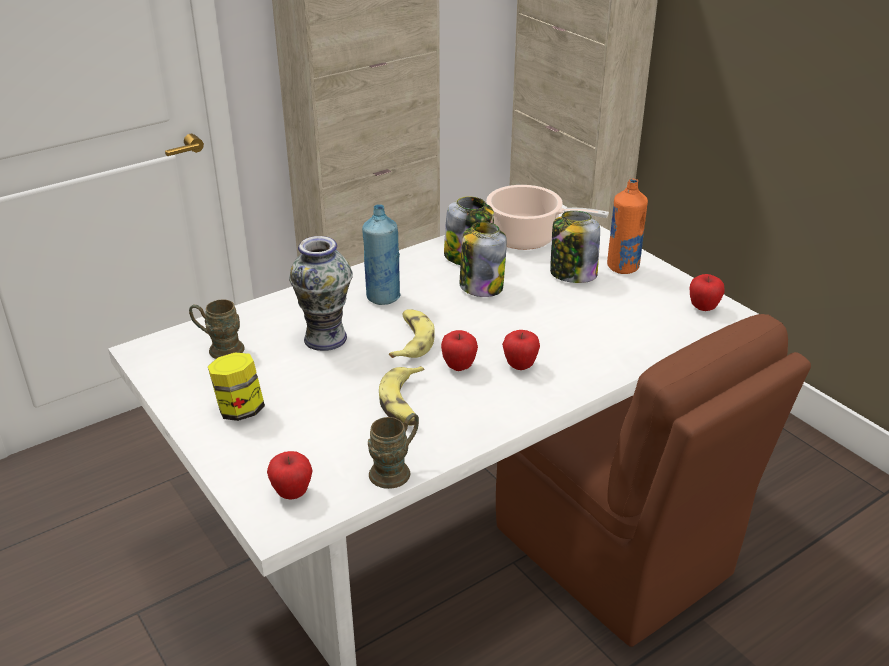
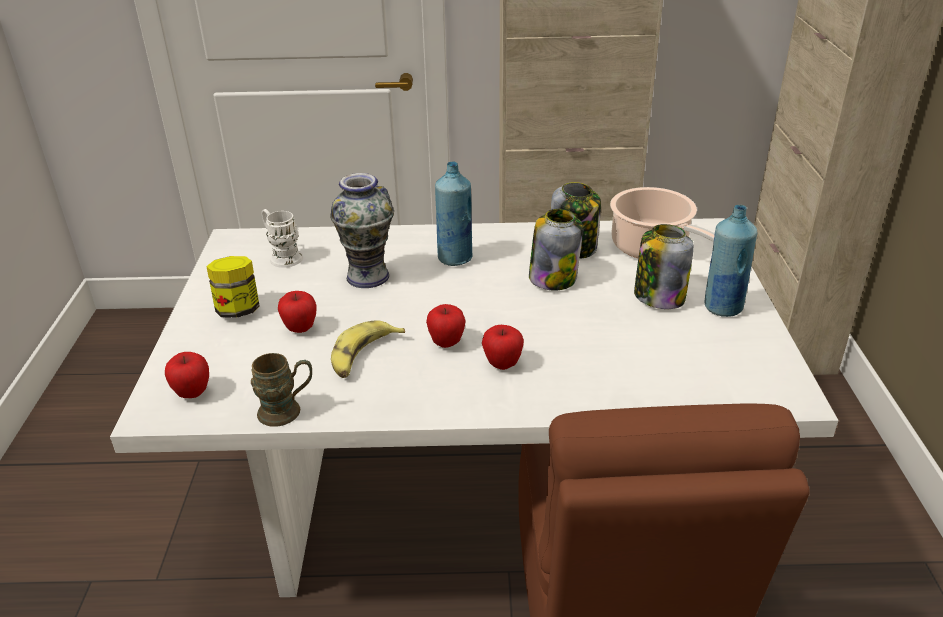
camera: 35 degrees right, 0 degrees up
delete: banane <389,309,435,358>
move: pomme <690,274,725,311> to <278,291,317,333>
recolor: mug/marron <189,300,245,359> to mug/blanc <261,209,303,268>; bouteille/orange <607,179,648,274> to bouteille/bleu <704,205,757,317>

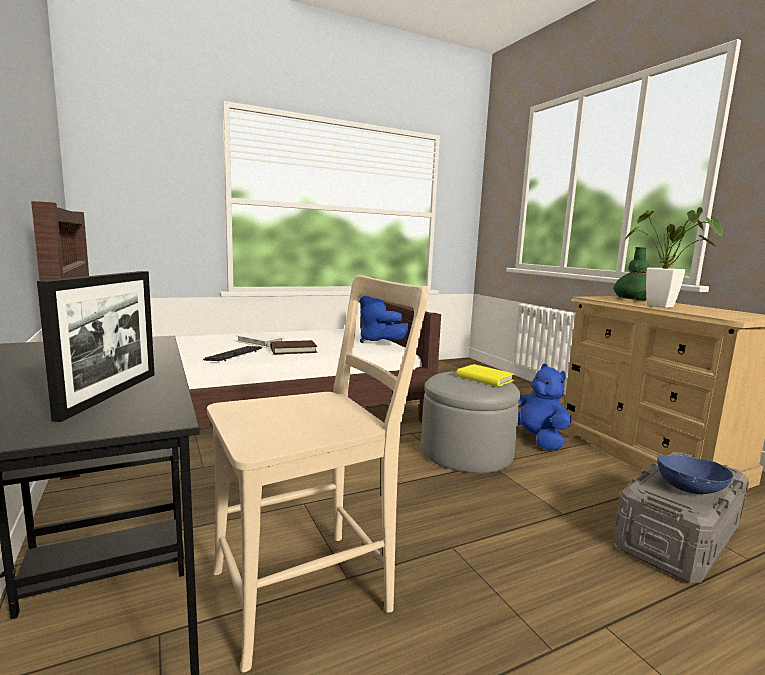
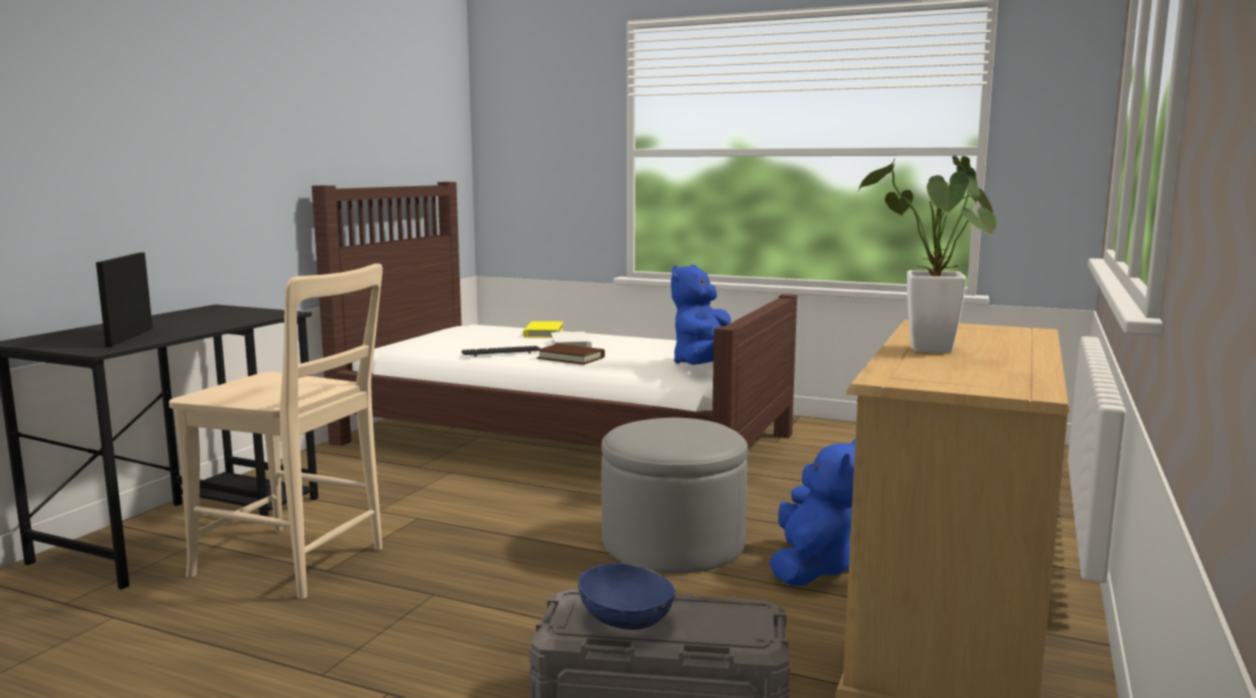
camera: 50 degrees right, 0 degrees up
delete: vase/vert <614,247,650,301>
move: livre/jaune <456,364,514,387> to <523,321,563,338>
rotate: cadre photo <37,271,155,422> = <96,253,153,347> 120 degrees clockwise

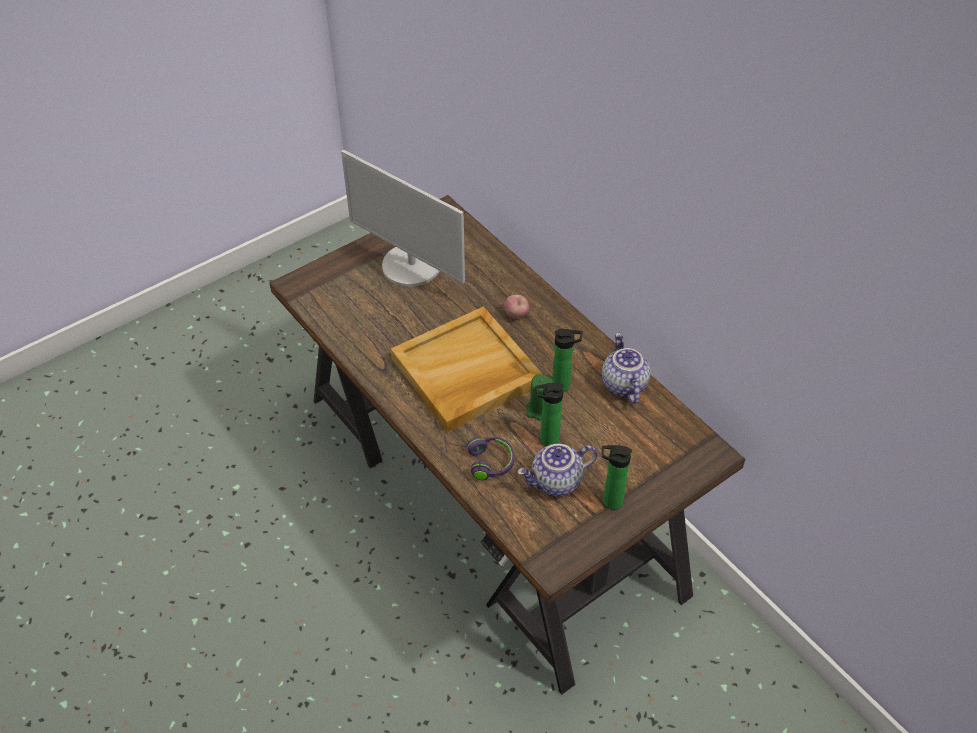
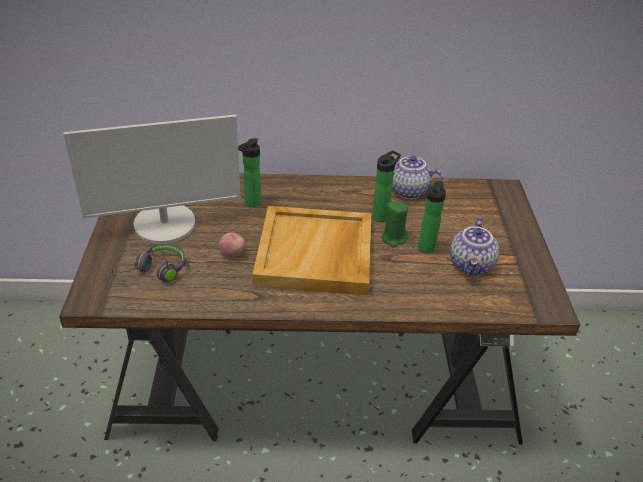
camera: 55 degrees left, 10 degrees down
move: casque audio/violet <444,436,514,480> to <112,244,186,282>; pomme <504,295,529,318> to <219,232,245,258>; bouteille <602,445,632,509> to <238,138,261,207>

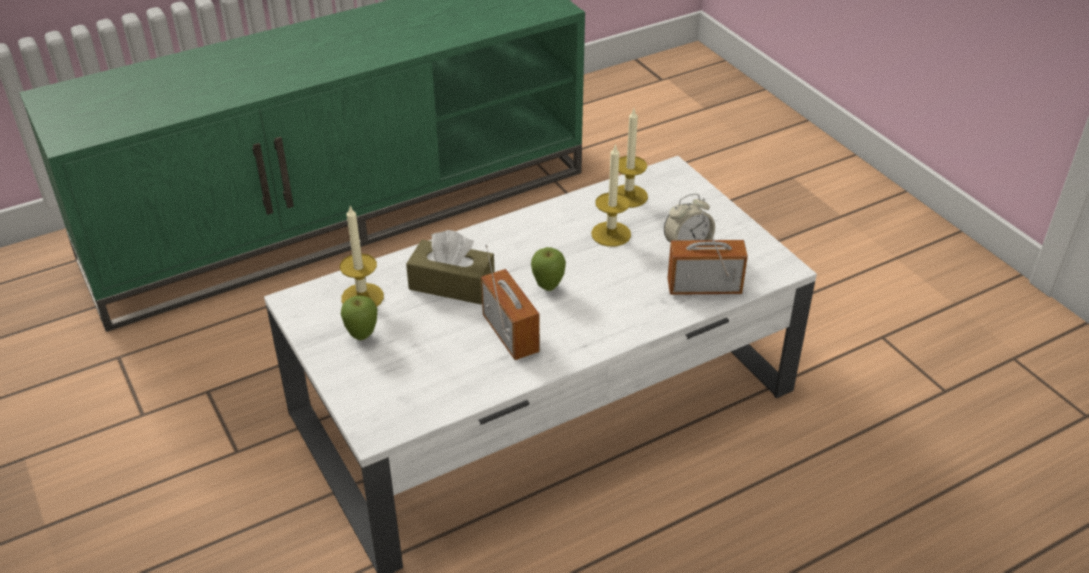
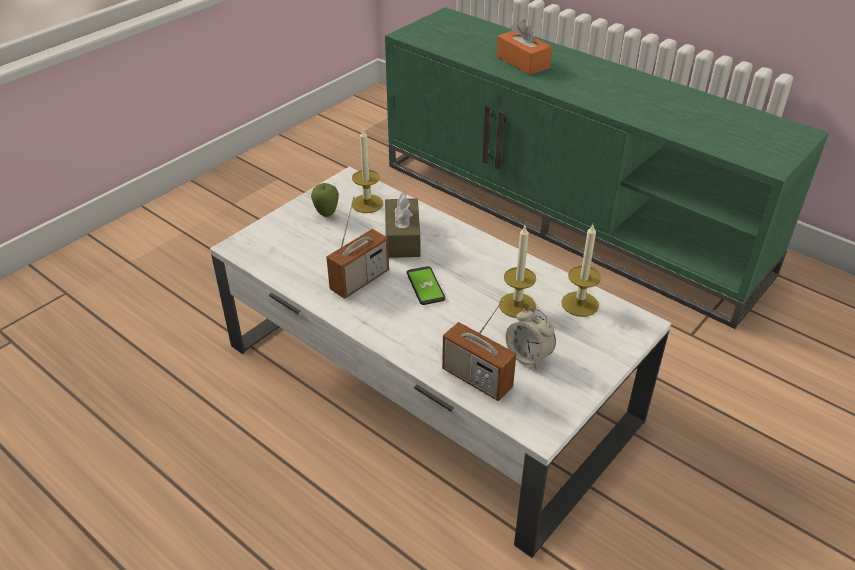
camera: 70 degrees right, 0 degrees up
insert: boîte à mouchoirs/orange <497,20,552,75>
replace: pomme <531,247,566,291> to téléphone <407,266,446,305>
rotate: radio <668,212,748,295> = <442,299,516,401> 150 degrees clockwise

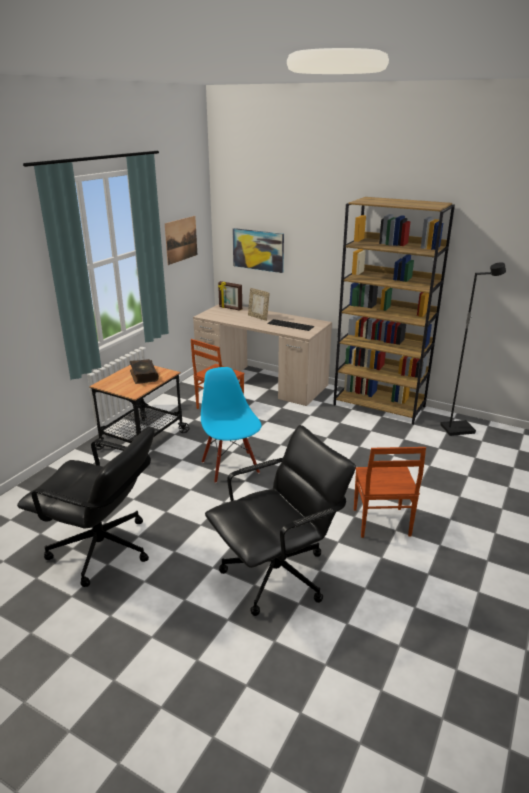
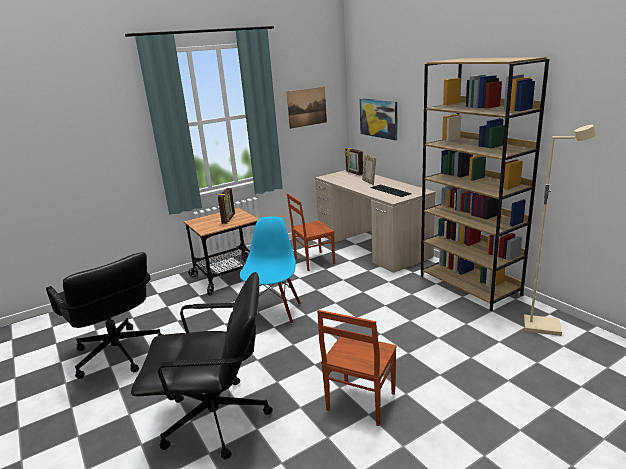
camera: 30 degrees right, 5 degrees down
replace: livre <130,359,159,384> to cadre photo <218,188,235,224>
recolor: lampadaire/noir <440,262,506,436> to lampadaire/beige <524,125,596,336>

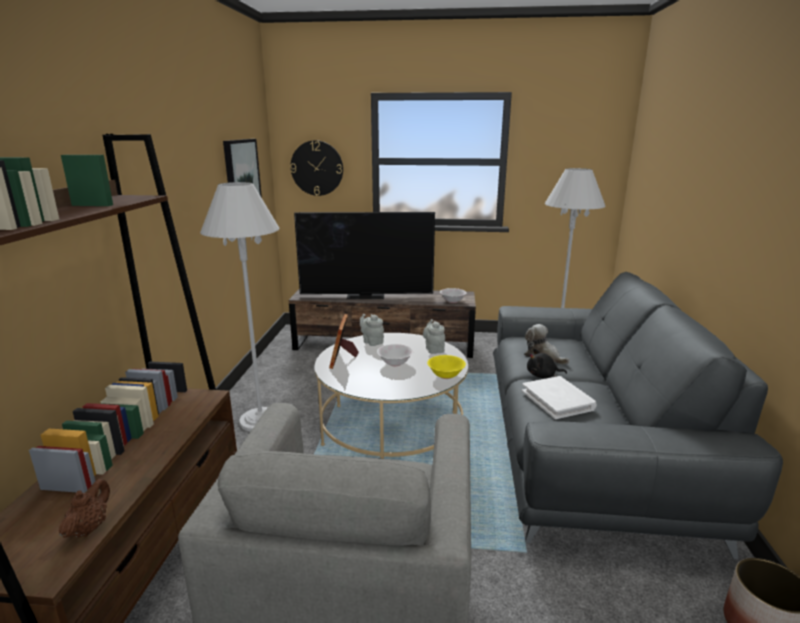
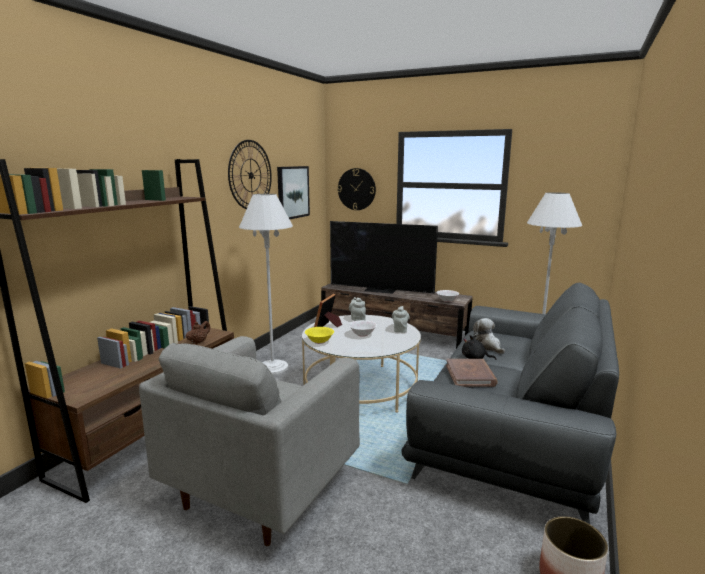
camera: 20 degrees right, 5 degrees down
insert: horloge murale <228,140,272,209>
move: théière/marron <59,479,110,538> to <186,321,210,344>; bol/jaune <427,355,466,379> to <305,327,334,344>
recolor: livre/blanc <522,376,597,419> to livre/marron <446,359,498,387>

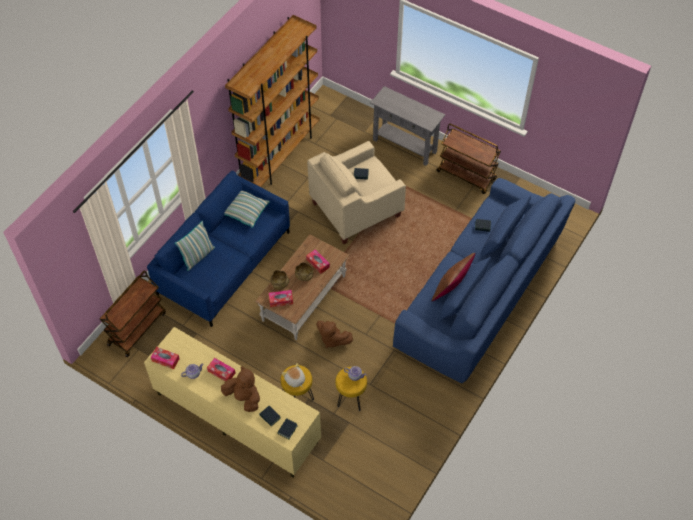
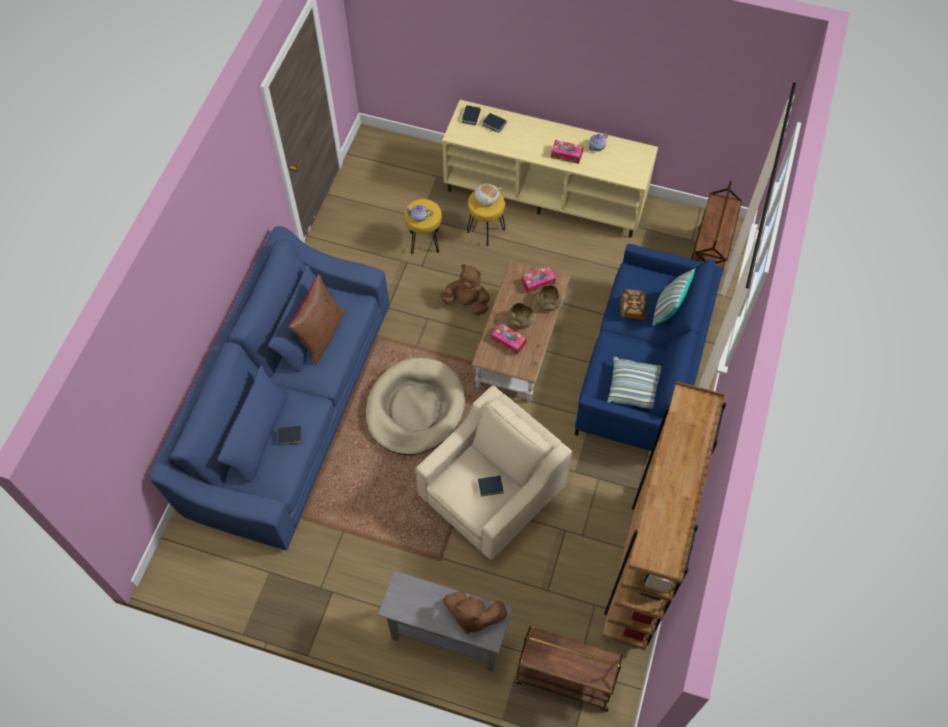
camera: 165 degrees right, 5 degrees up
delete: boîte à mouchoirs <151,347,180,369>
insert: panier pour chien/beige <366,358,465,455>; livre <620,289,647,321>
move: peluche/marron <221,366,260,412> to <443,591,508,634>; chariot/marron <436,124,501,194> to <515,626,622,712>

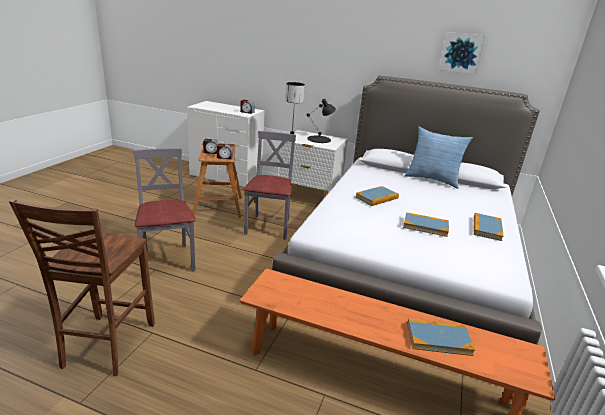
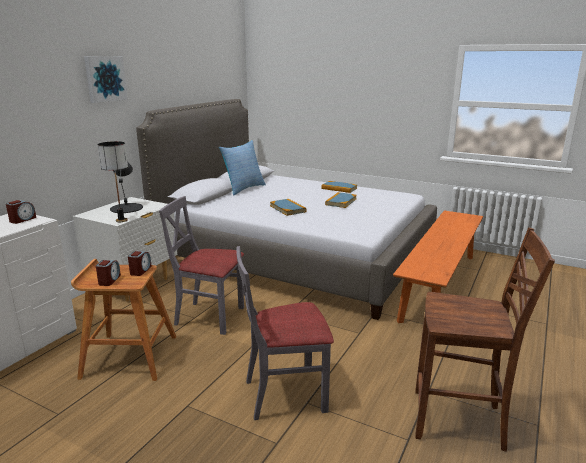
camera: 80 degrees left, 5 degrees down
delete: livre <407,319,475,356>
move: tableau <439,32,486,74> to <84,56,128,103>

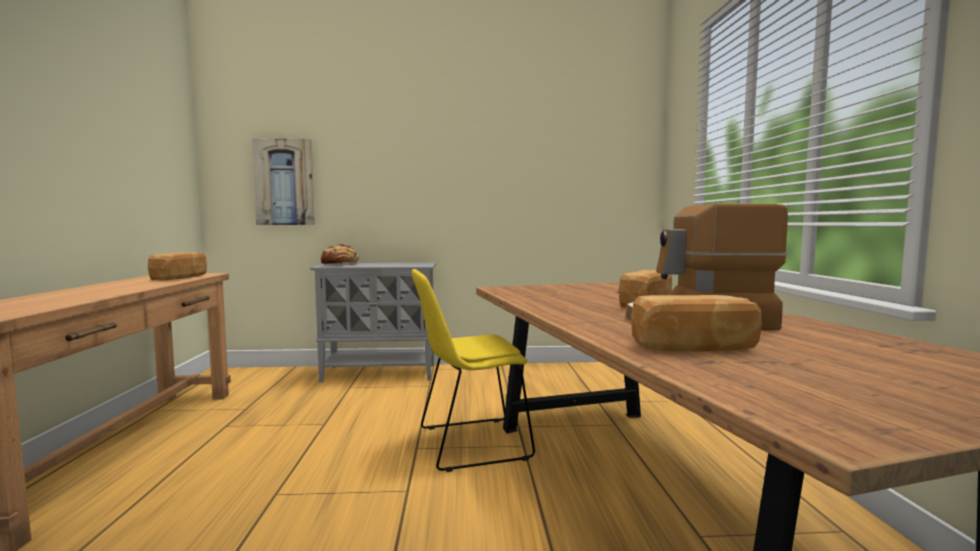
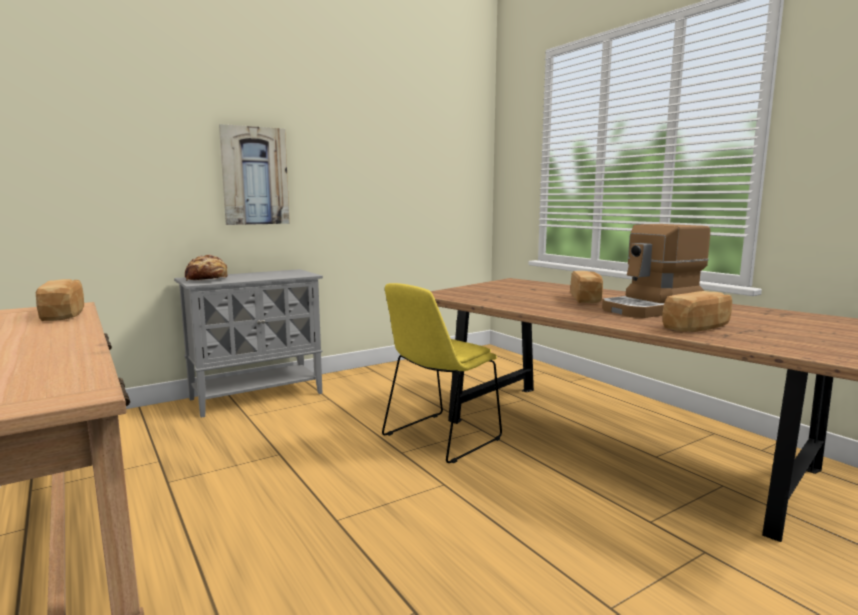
camera: 30 degrees left, 5 degrees up
move: tableau <252,139,315,225> to <219,124,290,225>

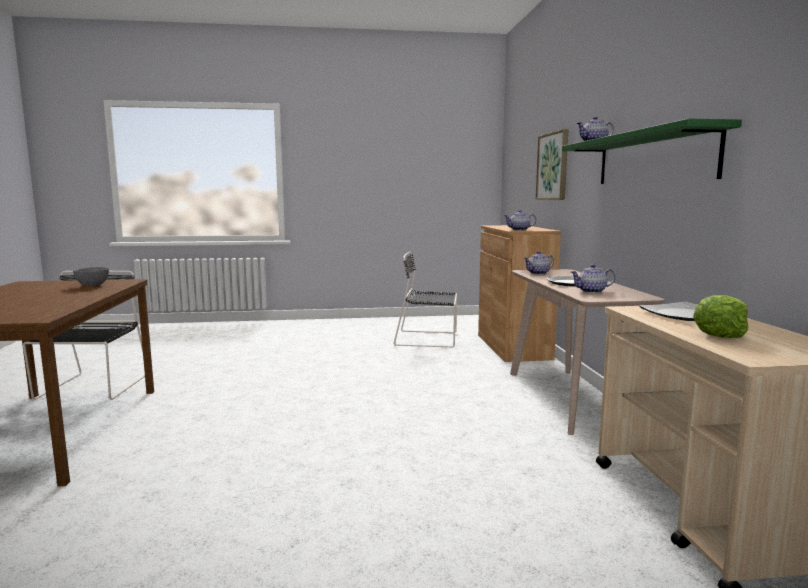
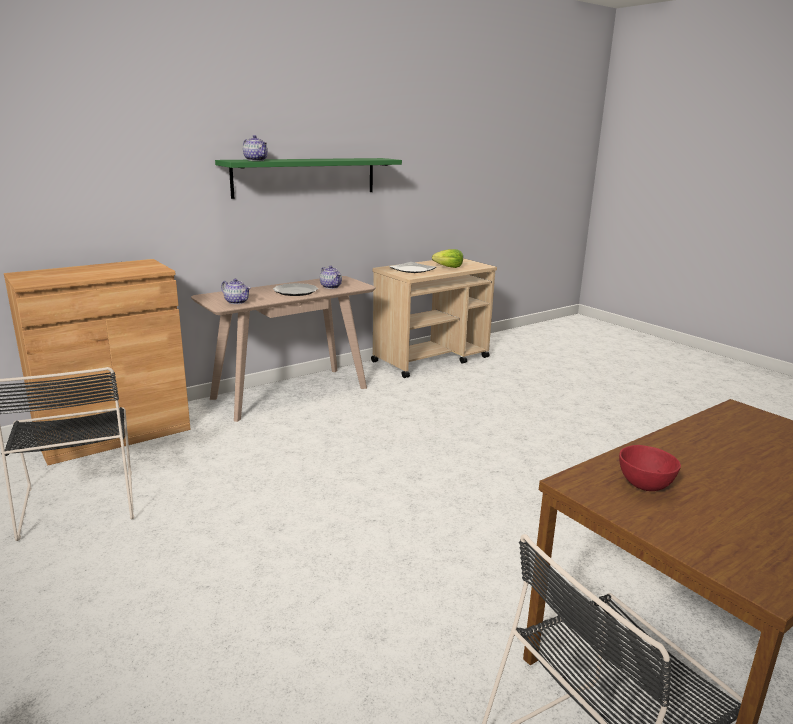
camera: 120 degrees left, 10 degrees up
delete: théière <504,210,536,230>; tableau <536,129,569,200>
recolor: bol/gris <73,267,109,287> to bol/rouge <619,445,681,491>

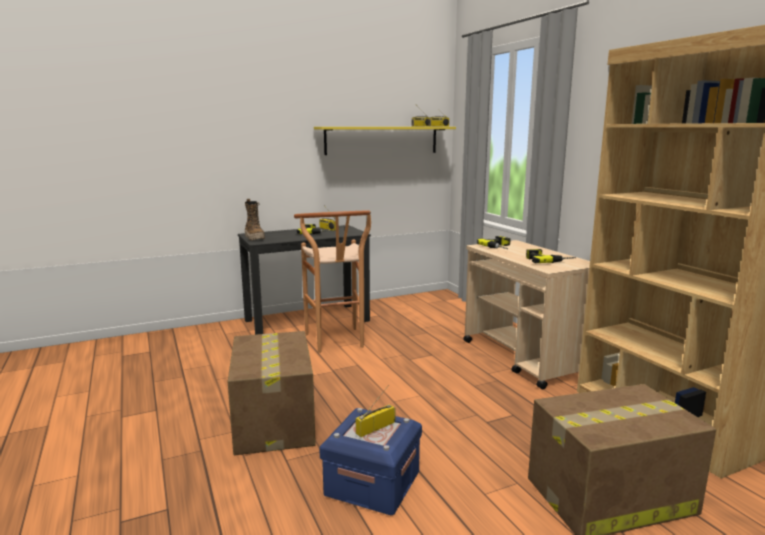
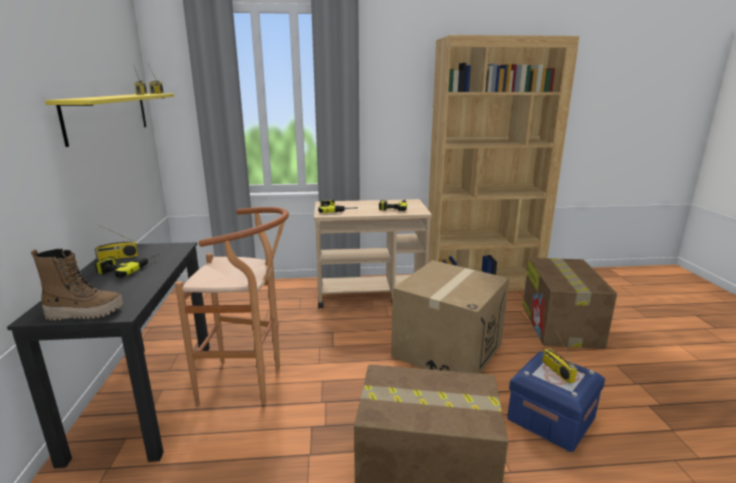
camera: 70 degrees left, 5 degrees up
insert: carton <391,260,509,374>

